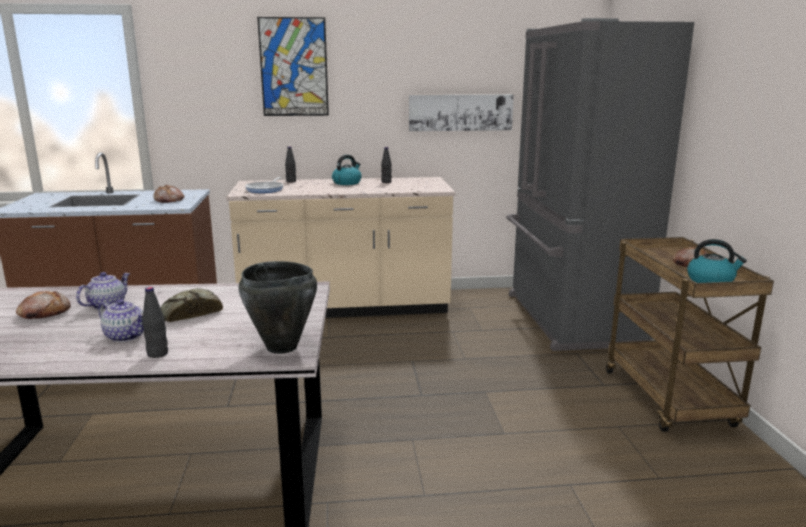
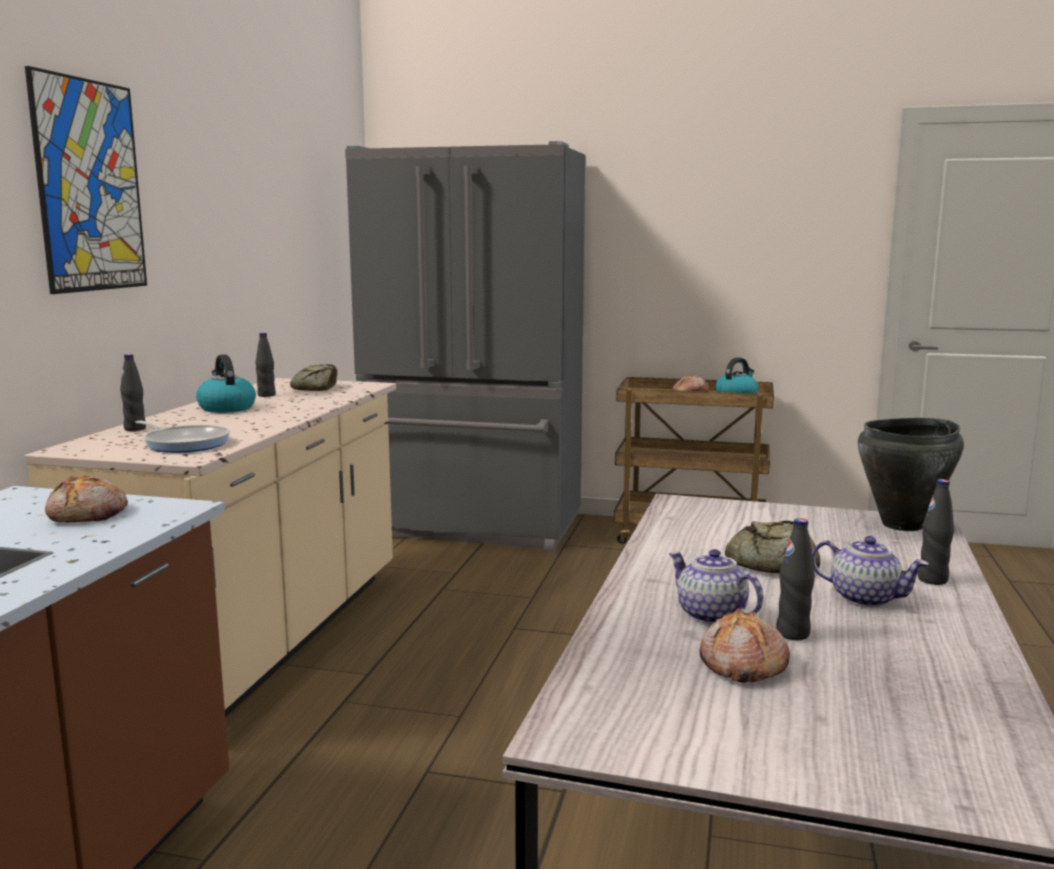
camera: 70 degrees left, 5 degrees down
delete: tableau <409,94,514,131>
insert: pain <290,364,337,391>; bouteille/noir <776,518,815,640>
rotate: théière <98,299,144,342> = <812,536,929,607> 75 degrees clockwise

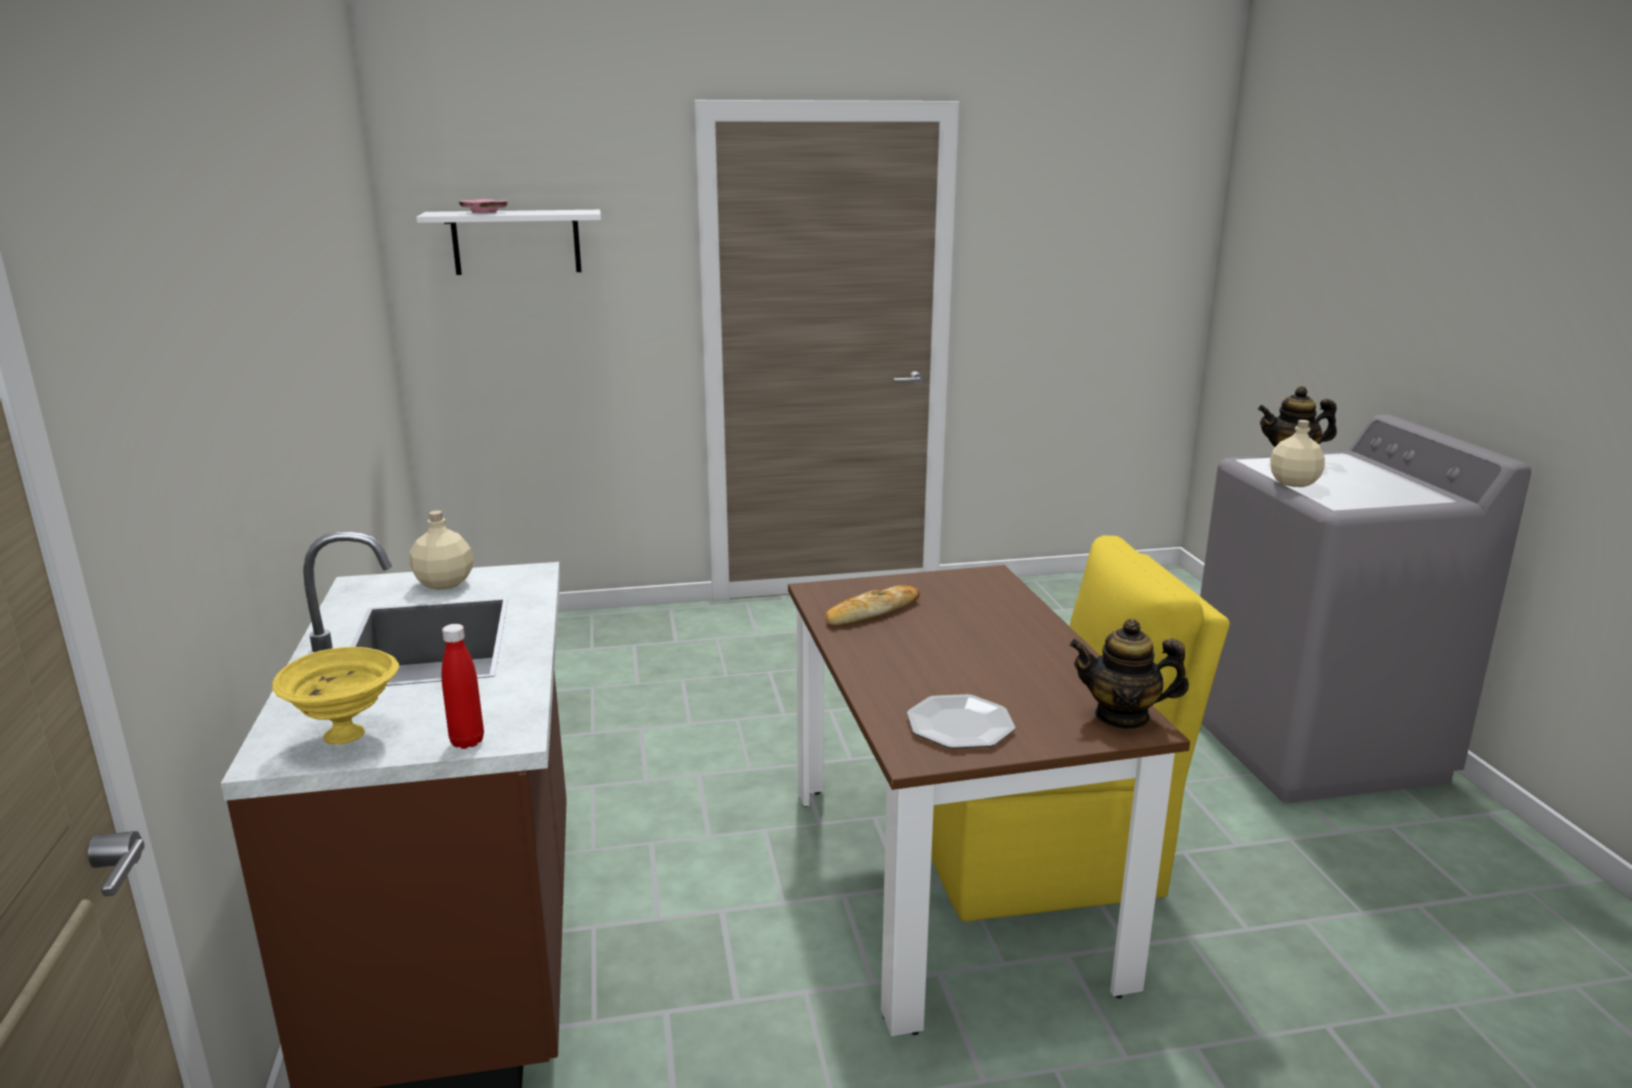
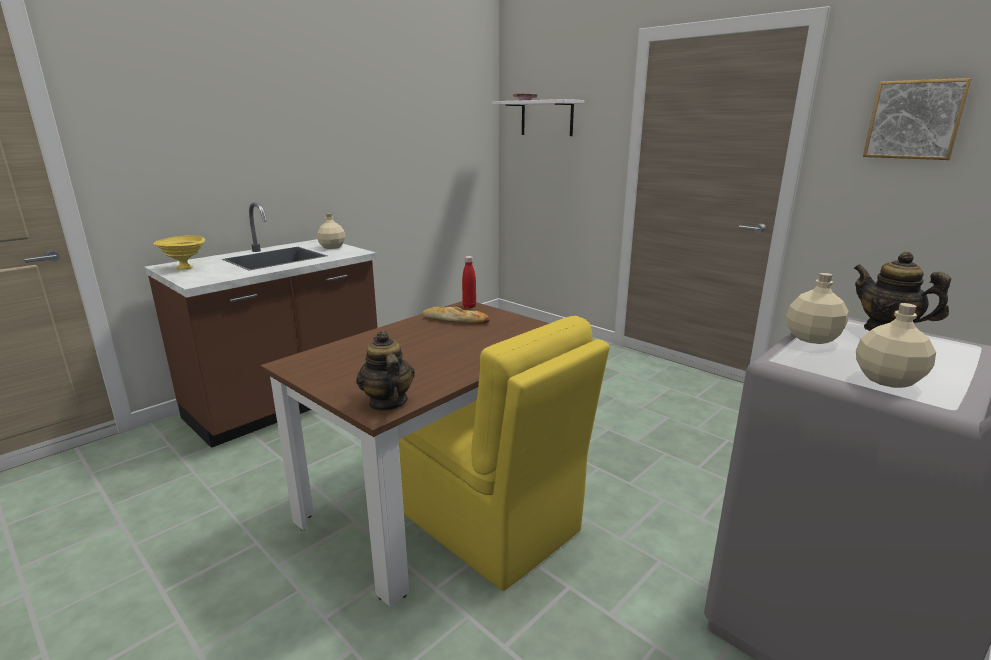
camera: 55 degrees right, 0 degrees up
delete: assiette <907,694,1016,749>
insert: bouteille/beige <856,303,936,388>; tableau <863,78,972,160>
move: bouteille/rouge <442,624,484,749> to <462,256,476,308>

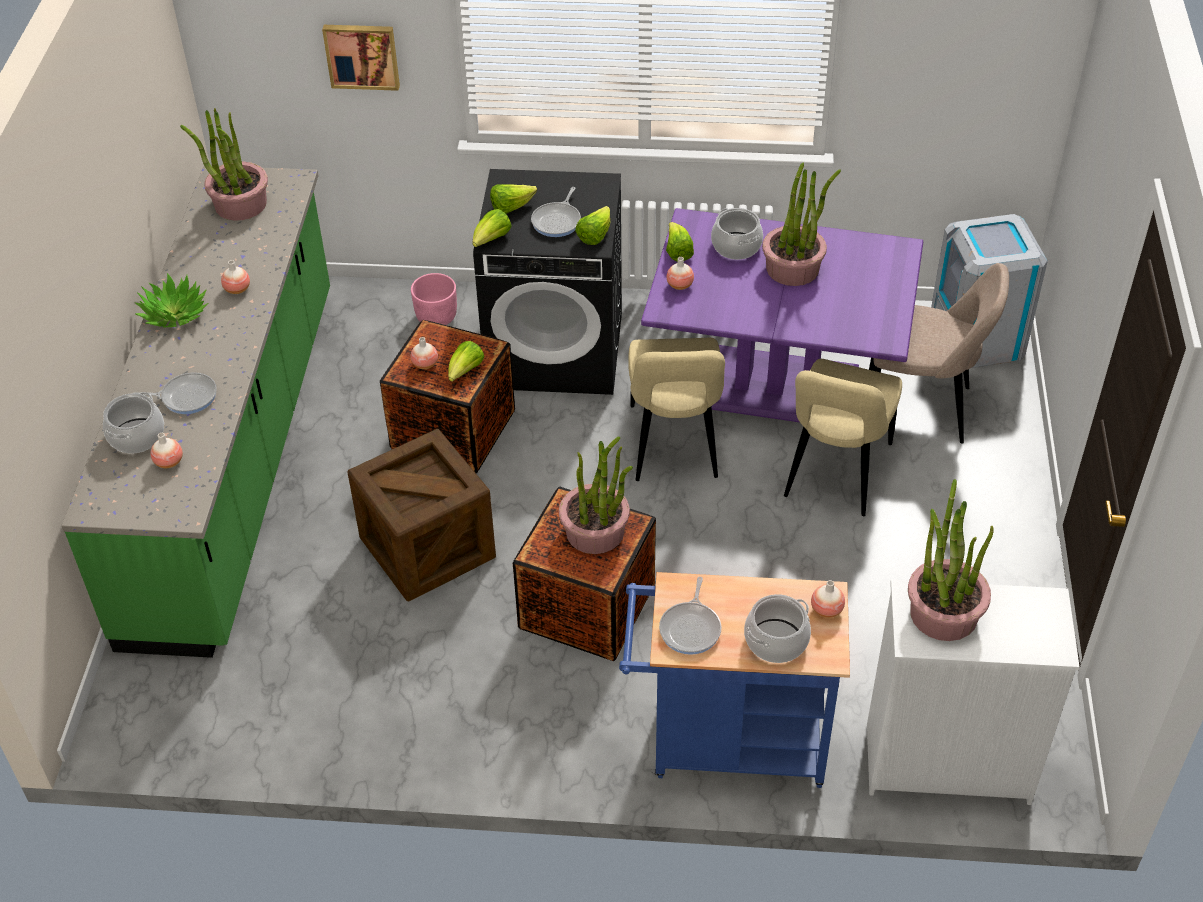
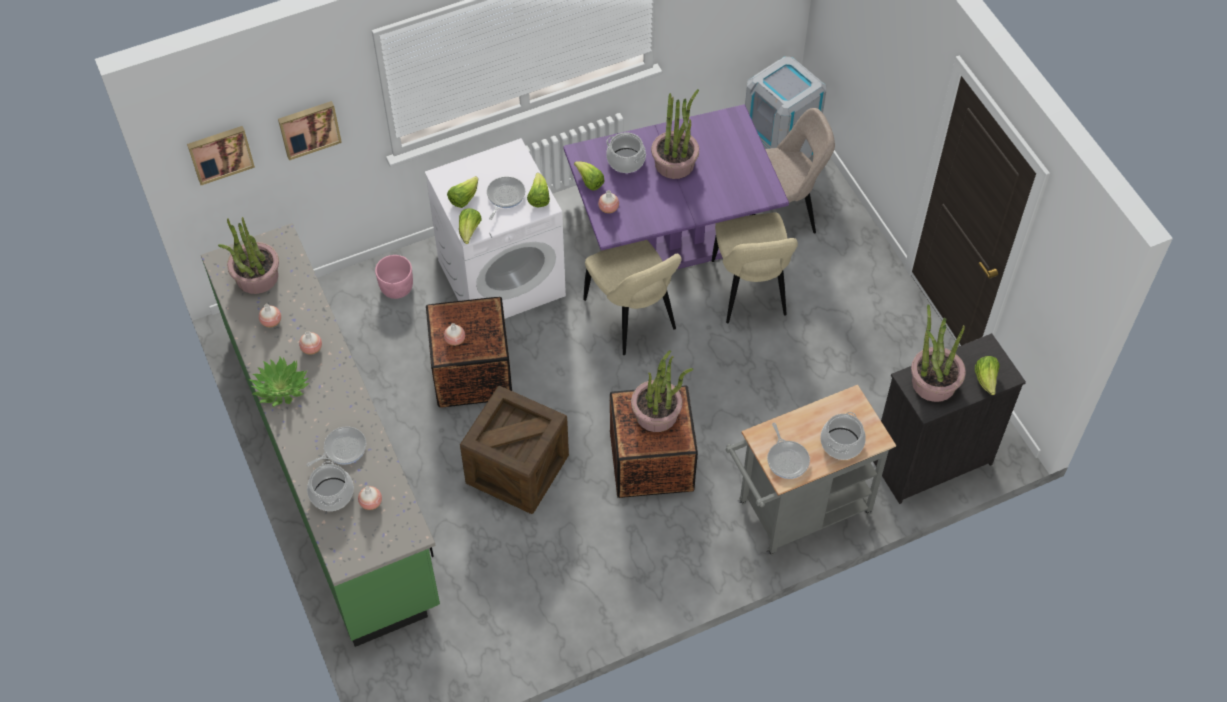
camera: 30 degrees left, 10 degrees up
insert: tableau <187,126,255,185>
move: vase <811,580,845,618> to <259,304,281,327>; laitue <448,341,485,382> to <975,356,1000,395>
recolor: lave-linge/noir <473,169,622,395> to lave-linge/blanc <425,138,566,319>; chariot/bleu <619,572,850,788> to chariot/gris <726,385,896,555>; commode/blanc <867,579,1080,805> to commode/noir <874,333,1026,504>
rotate: poêle <531,187,581,237> = <487,176,525,220> 150 degrees counterclockwise

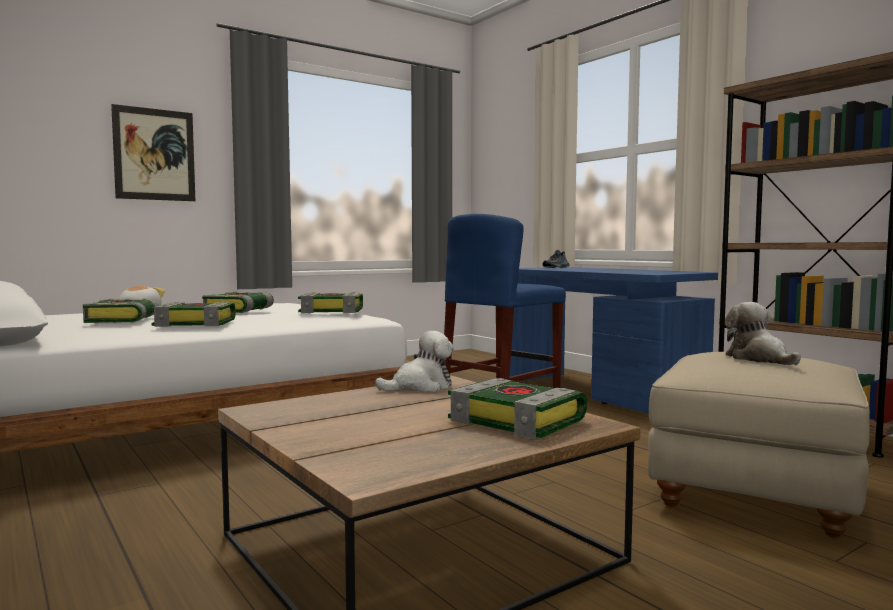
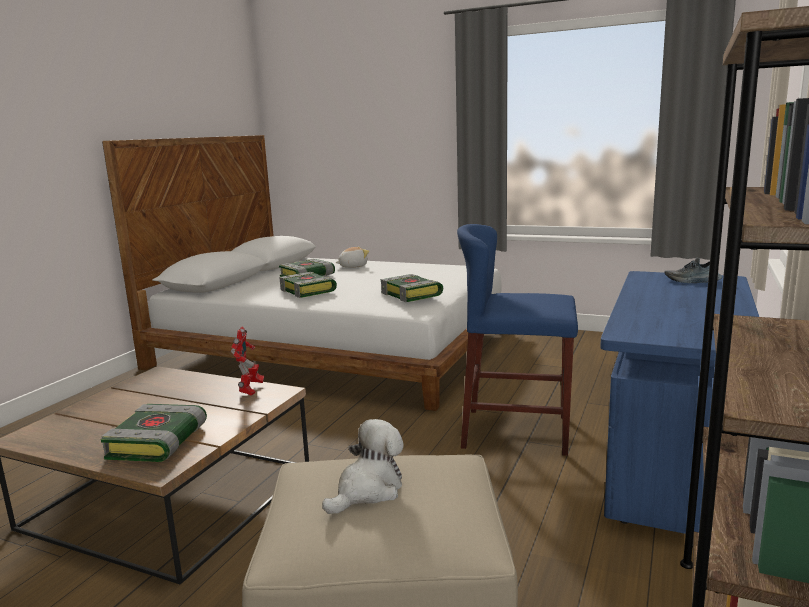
camera: 60 degrees right, 10 degrees up
delete: tableau <111,104,195,201>; livre <202,291,274,313>
replace: peluche <375,331,454,392> to robot jouet <231,326,264,396>

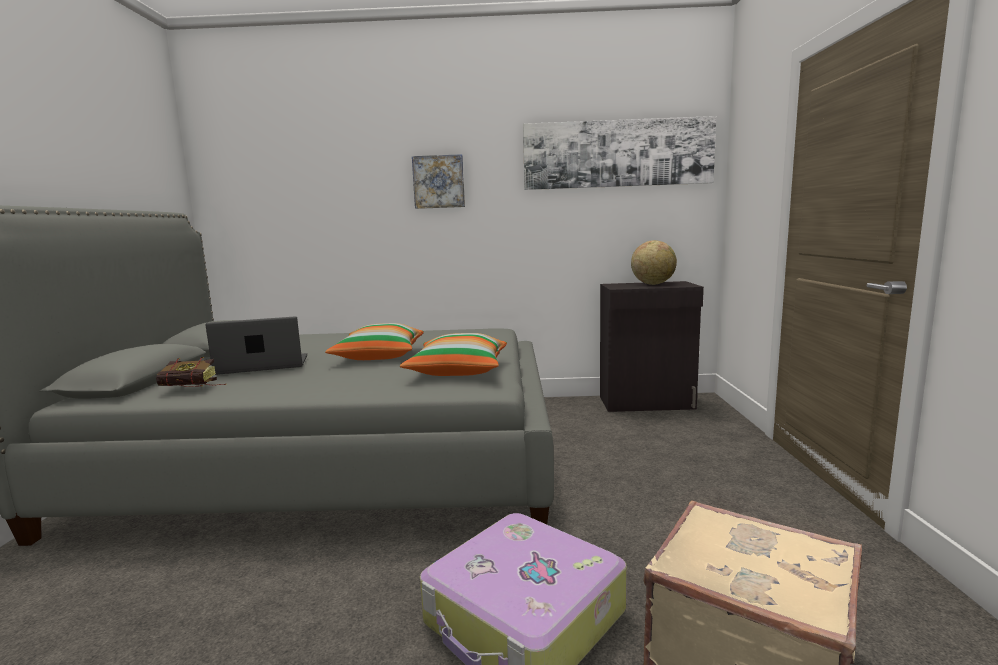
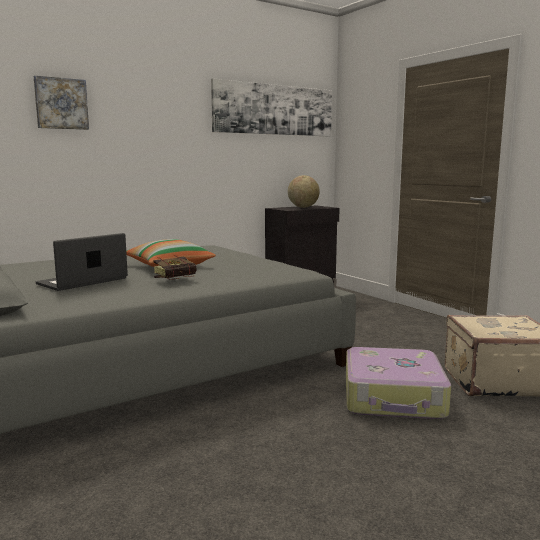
camera: 35 degrees left, 0 degrees up
delete: coussin <400,333,507,376>
move: tableau <412,154,465,209> to <34,76,89,130>; livre <156,357,227,387> to <154,256,197,280>

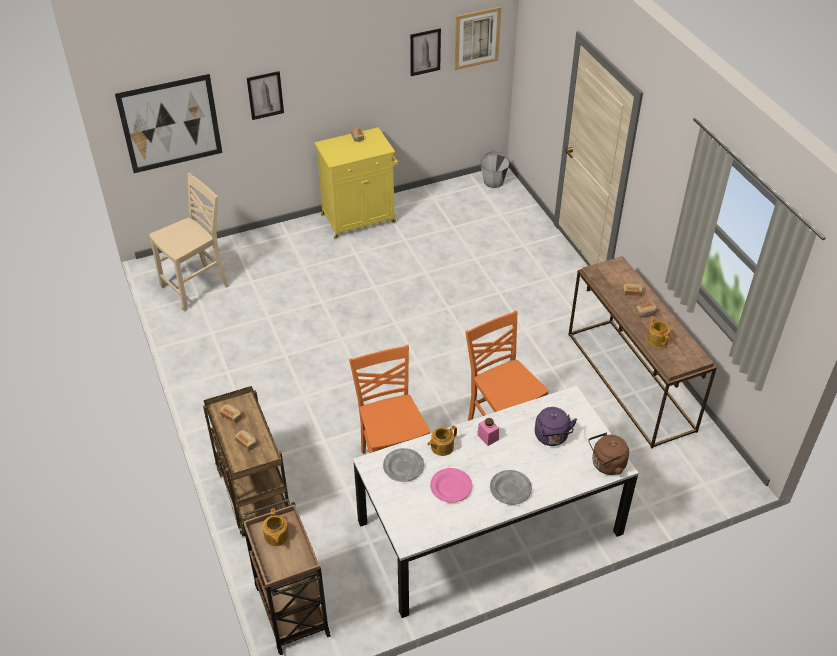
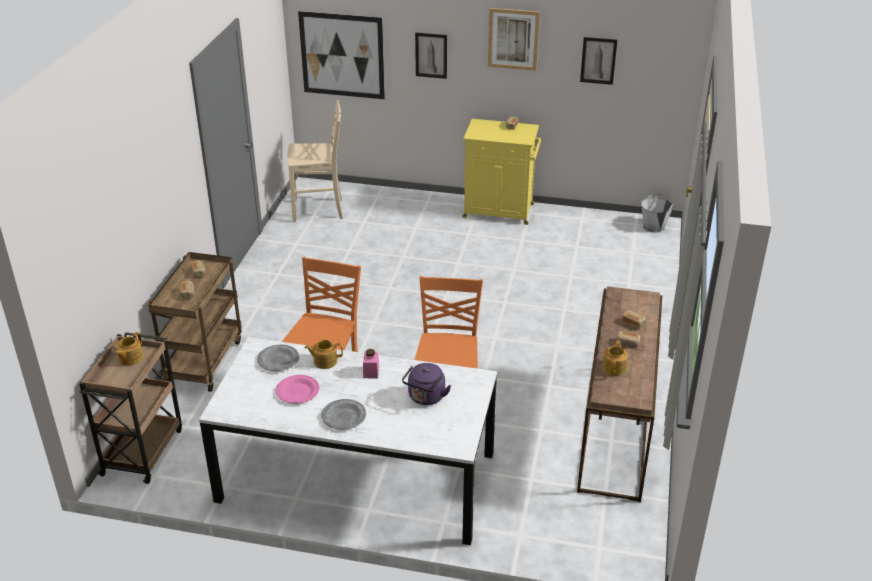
camera: 35 degrees right, 10 degrees down
delete: bouilloire/marron <588,432,629,475>
move: tableau <455,7,501,70> to <488,8,540,71>

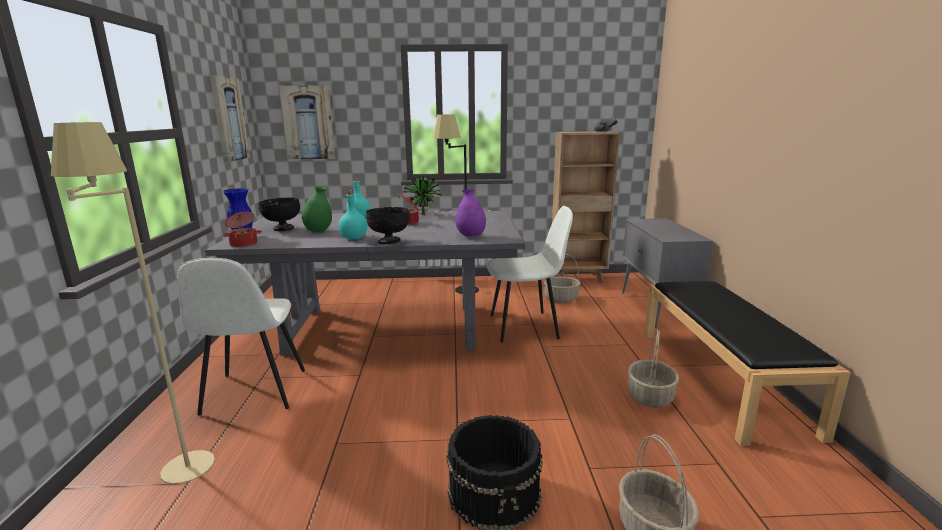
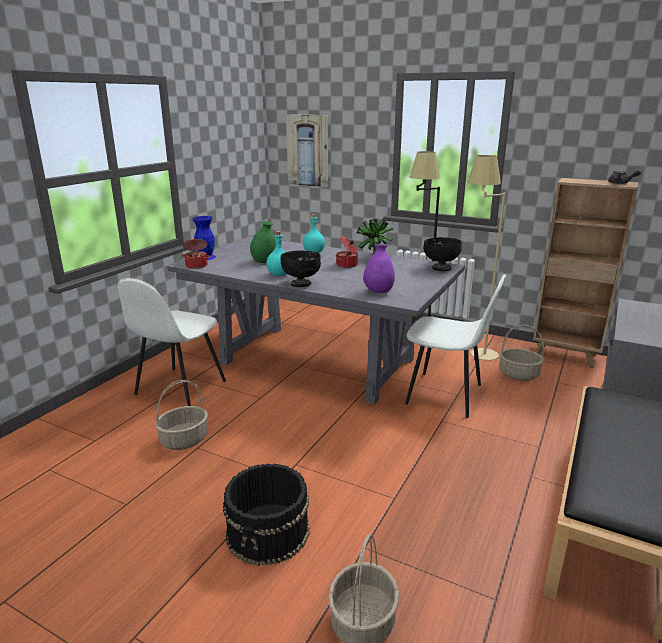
camera: 30 degrees right, 5 degrees up
delete: tableau <210,75,250,162>
move: panier <628,329,679,408> to <155,380,208,450>; bol/noir <258,198,300,231> to <423,237,462,271>; lampadaire/beige <51,122,215,484> to <467,155,506,361>

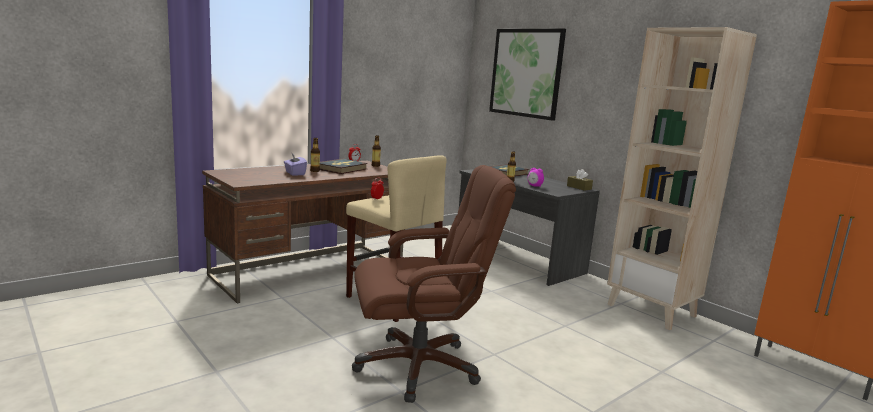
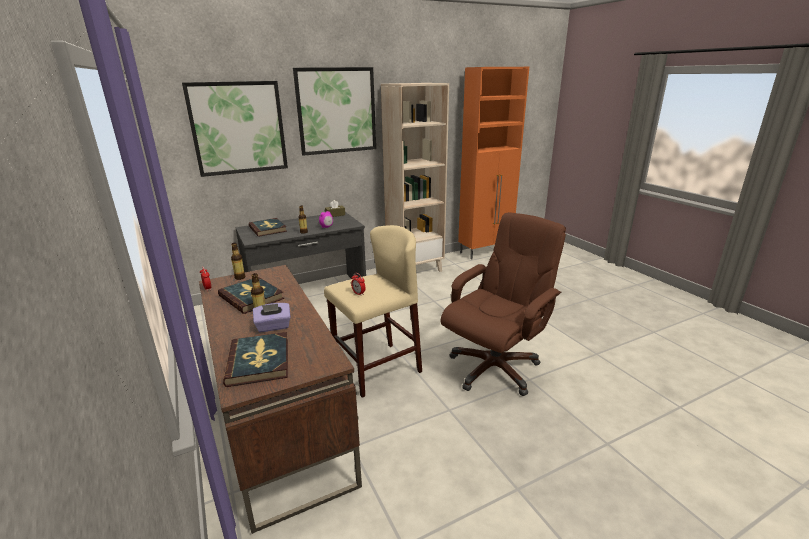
camera: 75 degrees left, 10 degrees up
insert: livre <223,332,288,387>; tableau <293,67,376,156>
rotate: chaise de bureau/marron <352,165,516,403> = <441,212,566,396> 45 degrees clockwise

